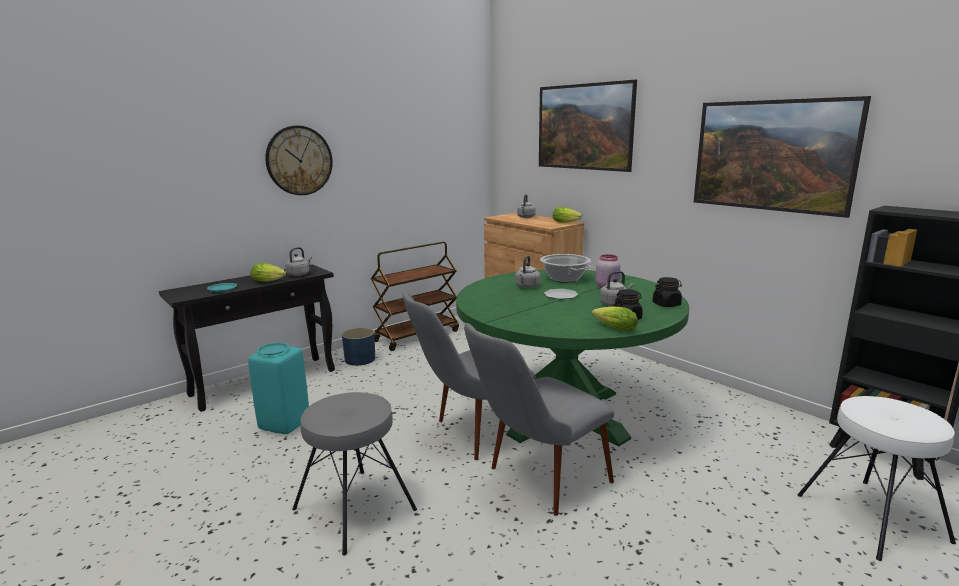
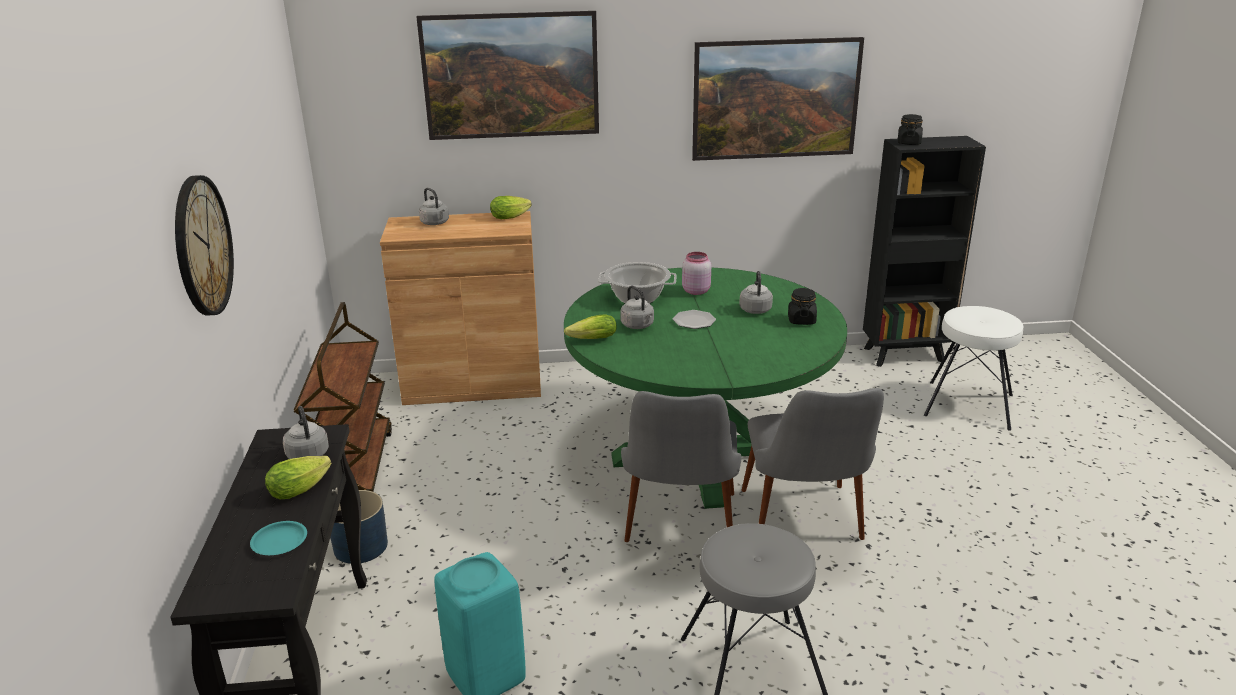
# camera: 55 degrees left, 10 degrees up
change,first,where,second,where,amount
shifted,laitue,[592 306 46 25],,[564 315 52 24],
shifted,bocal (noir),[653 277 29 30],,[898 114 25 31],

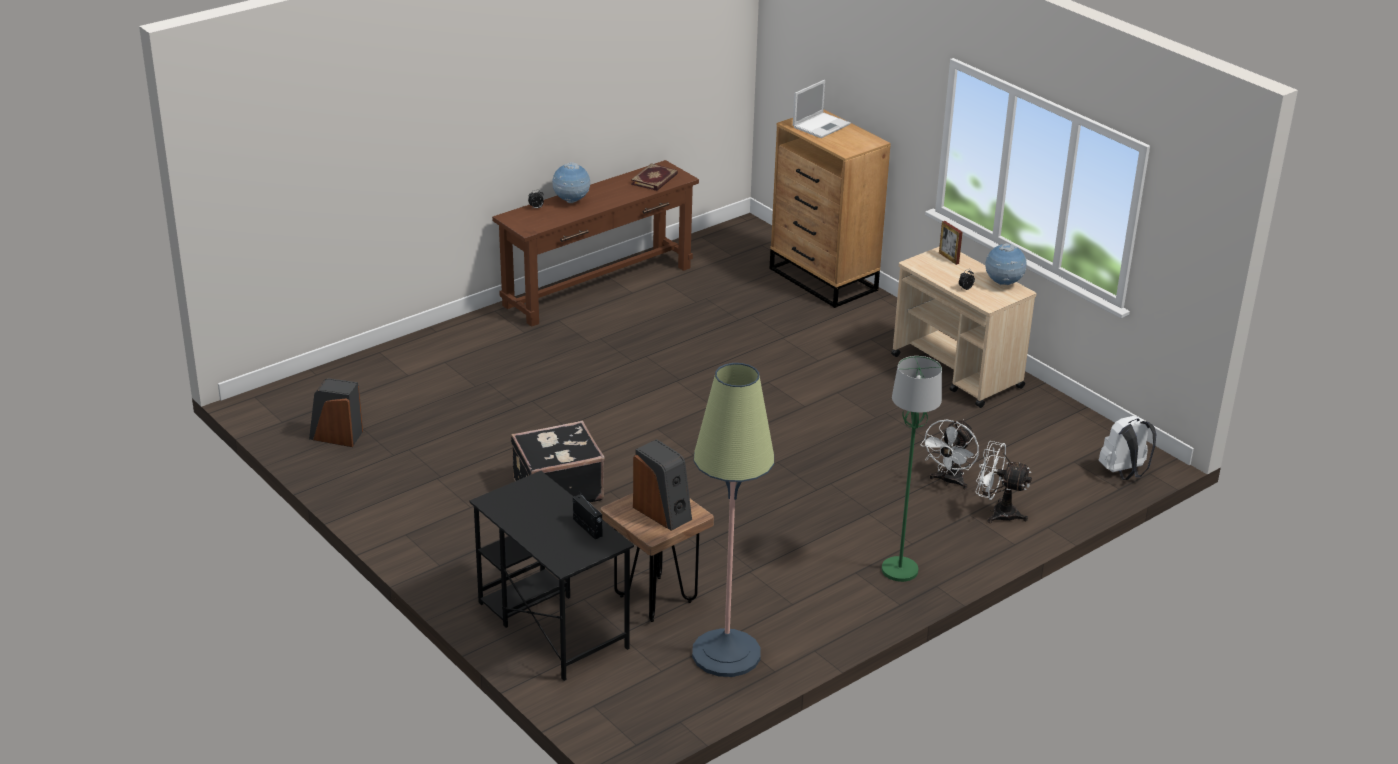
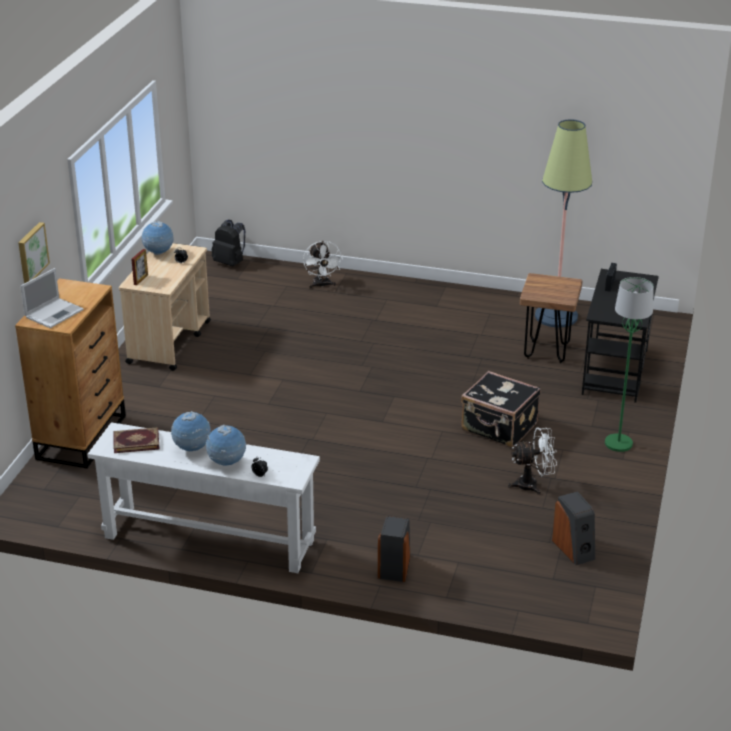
# camera: 125 degrees left, 0 degrees up
change,first,where,second,where,amount
repainted,table console (marron),[492 160 207 167],table console (blanc),[88 422 232 151],
shifted,enceinte,[633 439 59 92],,[378 516 32 66],
rotated,ordinateur portable,[793 80 58 58],,[20 268 64 60],120 degrees clockwise
shifted,lampadaire (vert),[882 356 60 226],,[605 277 49 175],
shifted,ventilateur (blanc),[921 419 58 70],,[508 427 49 68],
repainted,sac à dos (blanc),[1099 416 57 64],sac à dos (noir),[212 220 33 47],
new,,,tableau,[18 222 32 62],
new,,,globe,[171 411 40 41],

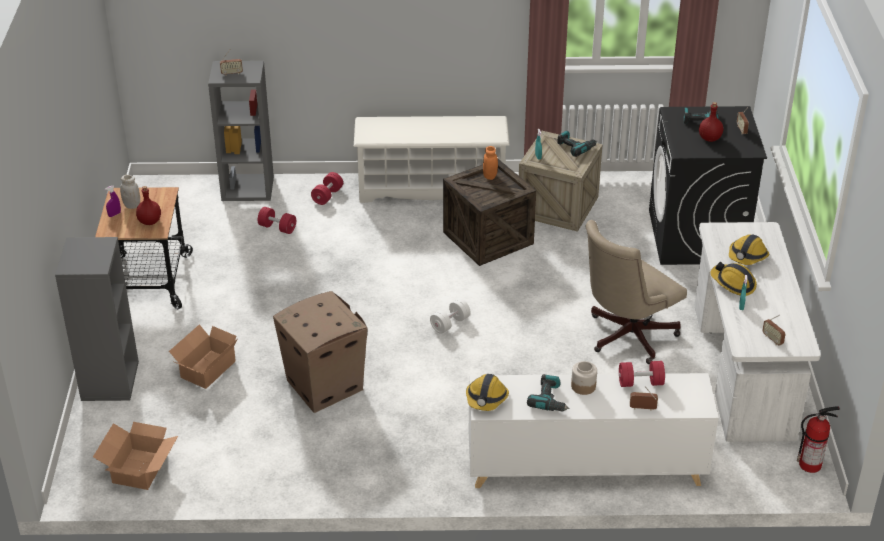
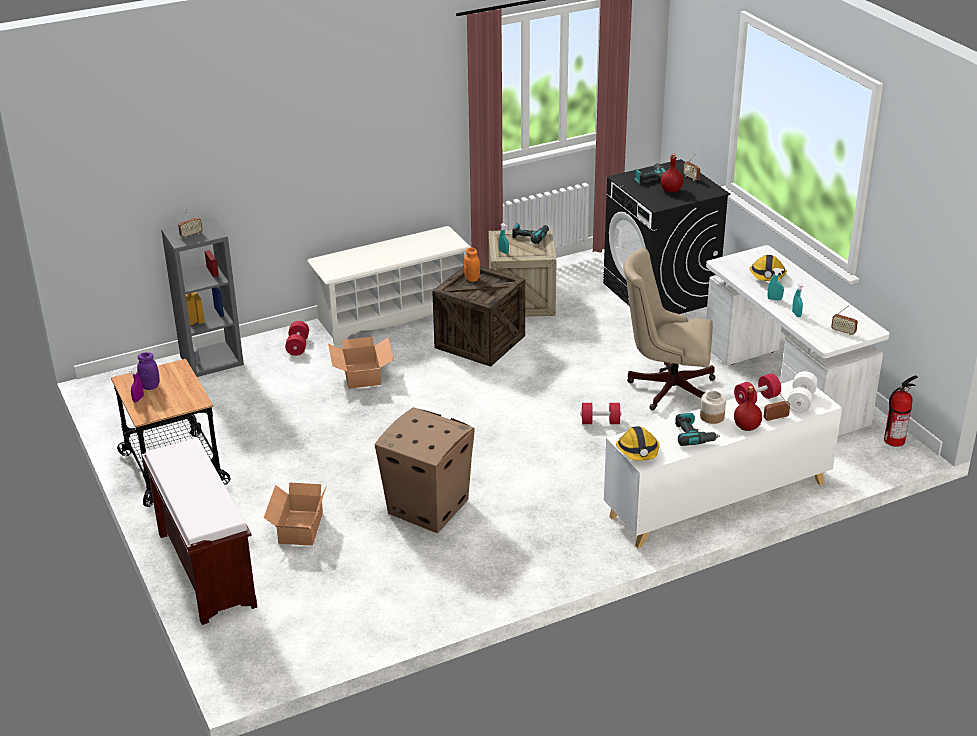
# camera: 25 degrees left, 5 degrees down
change,first,where,second,where,amount
swapped,bibliothèque (gris),[55 237 84 164],banc (marron),[142 438 115 187],
shifted,carton,[93 422 85 68],,[328 337 66 52],
repainted,bocal (blanc),[120 175 20 34],bocal (violet),[137 352 23 38],
shifted,bouteille (rouge),[136 186 25 39],,[734 386 28 45],
shifted,haltère (rouge),[258 207 38 27],,[581 403 40 21],
shifted,haltère (blanc),[430 298 41 36],,[787 371 31 42],
rotated,chaise de bureau (beige),[585 220 102 144],,[623 248 93 162],75 degrees clockwise
swapped,casque de chantier,[710 262 47 34],vaporisateur (turquoise),[768 268 16 32],

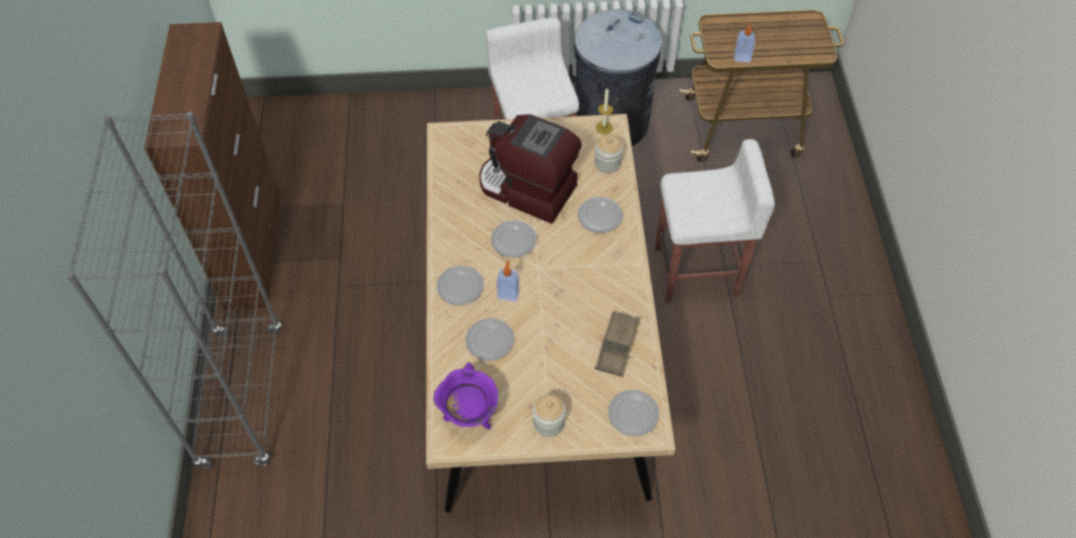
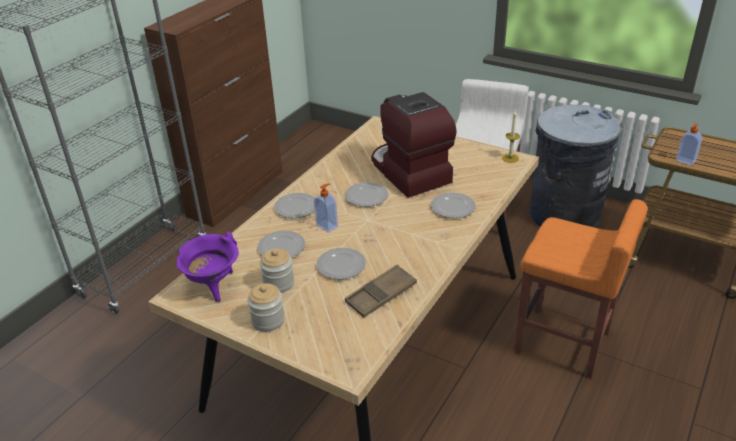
# camera: 35 degrees right, 20 degrees down
change,first,where,second,where,amount
shifted,bocal,[594 135 29 38],,[260 248 34 45],
shifted,assiette,[608 390 51 46],,[317 248 49 31],
repainted,tabouret (blanc),[655 139 120 164],tabouret (orange),[514 199 134 180],

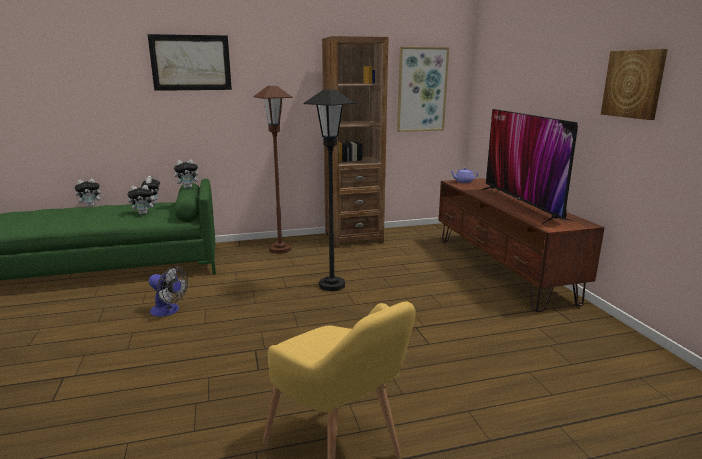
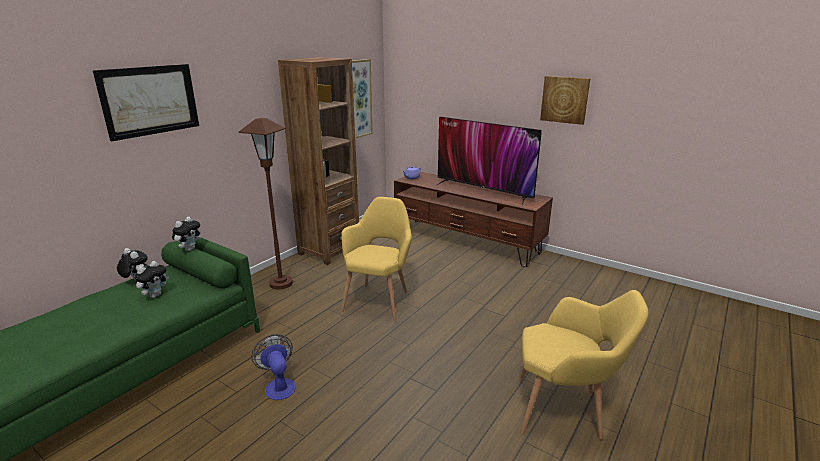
# camera: 40 degrees left, 5 degrees up
change,first,where,second,where,amount
gone,peluche,[74 179 31 28],,,
rotated,ventilateur,[148 267 40 50],,[251 334 44 66],105 degrees counterclockwise
swapped,lampadaire (noir),[304 89 52 202],fauteuil (jaune),[341 197 71 124],

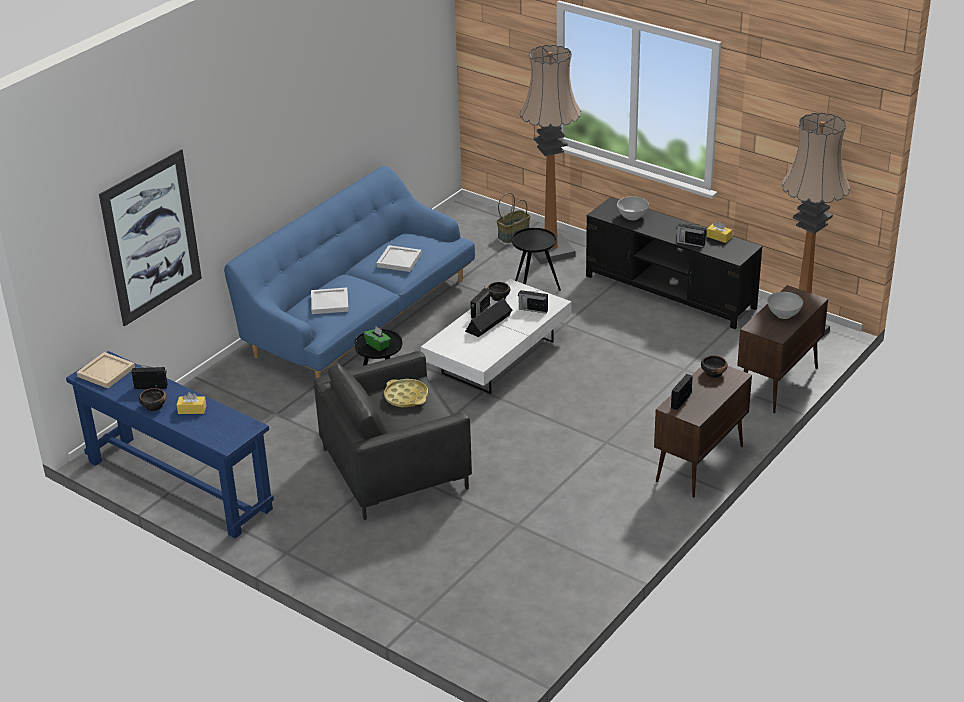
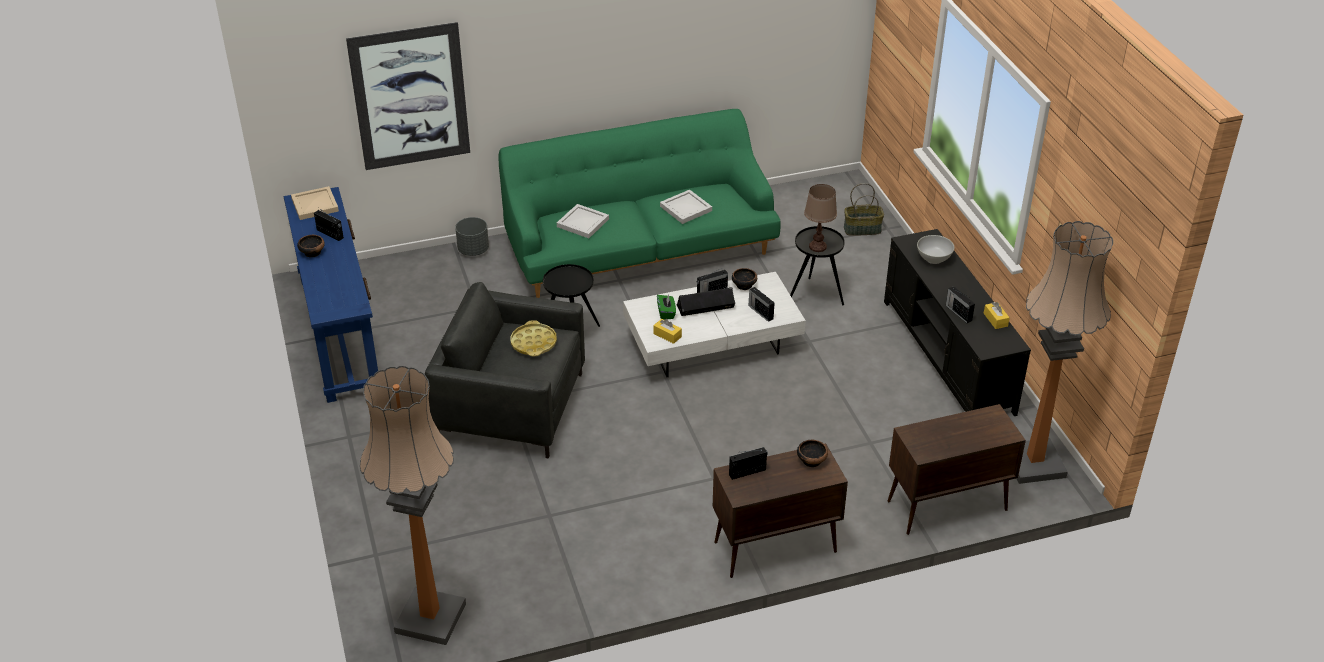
# camera: 35 degrees right, 5 degrees up
change,first,where,second,where,amount
shifted,boîte à mouchoirs (jaune),[177 392 29 22],,[653 319 29 25],
repainted,canapé (bleu),[224 166 251 212],canapé (vert),[498 109 283 189],
shifted,boîte à mouchoirs (vert),[363 327 28 24],,[657 295 19 25],
shifted,lampadaire,[520 45 61 219],,[360 366 106 279],
gone,bol (blanc),[767 292 36 27],,,
new,,,cache-pot (gris),[455 217 34 39],
new,,,lampe de table (marron),[804 184 33 68],

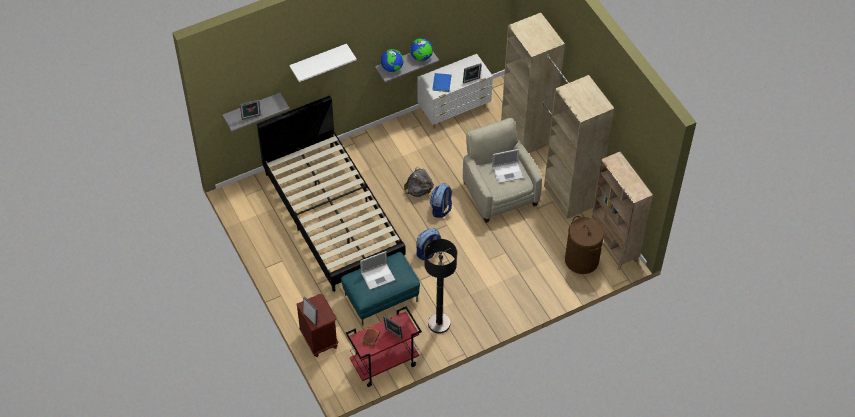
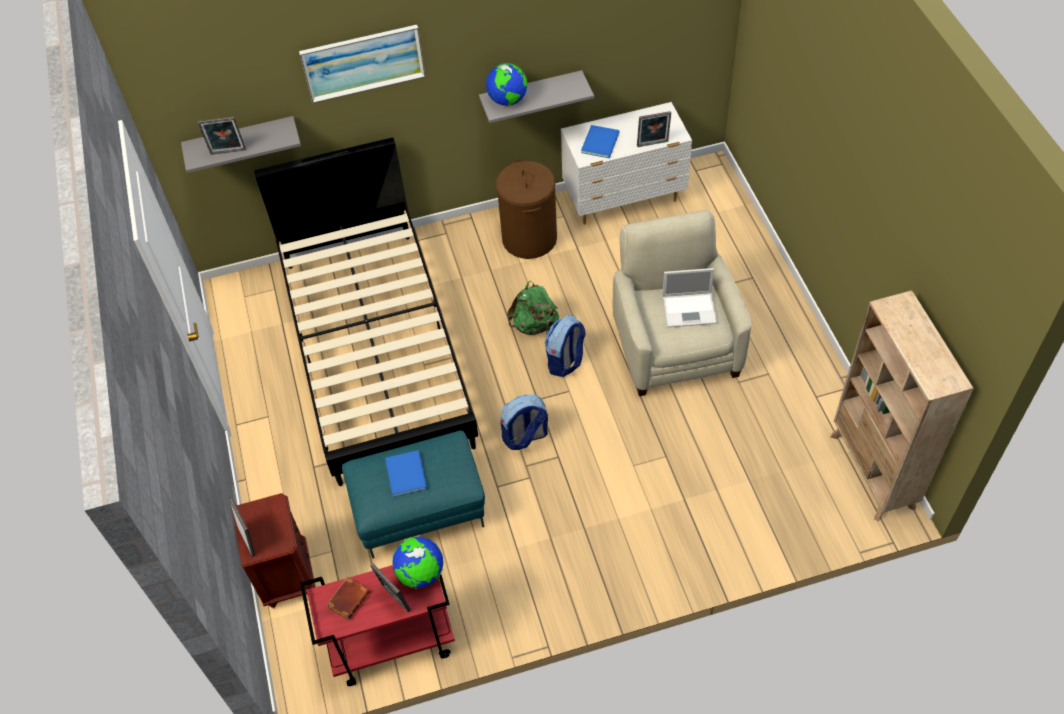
# camera: 15 degrees right, 0 degrees up
change,first,where,second,where,amount
swapped,étagère (blanc),[289 44 68 38],tableau,[299 25 127 79],
swapped,ordinateur portable,[360 251 35 39],livre (bleu),[385 450 42 47],
repainted,sac à dos (gris),[404 167 30 30],sac à dos (vert),[507 281 52 54],
shifted,globe,[410 38 23 23],,[392 537 51 51],
gone,lampadaire (noir),[424 239 33 95],,,
gone,armoire (beige),[501 13 114 206],,,
shifted,panier à linge (marron),[565 216 39 58],,[496 159 61 100],

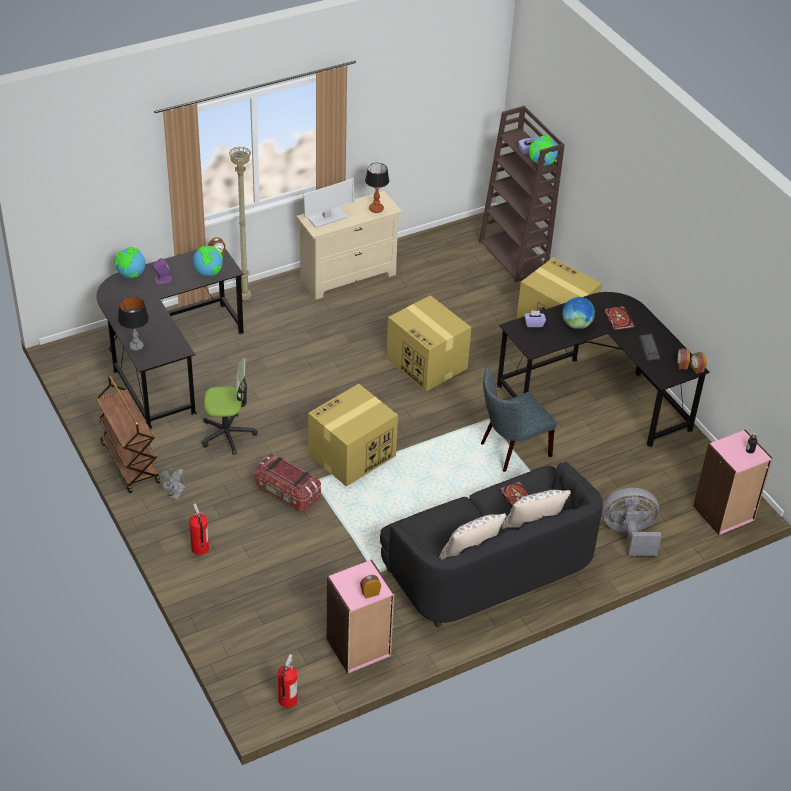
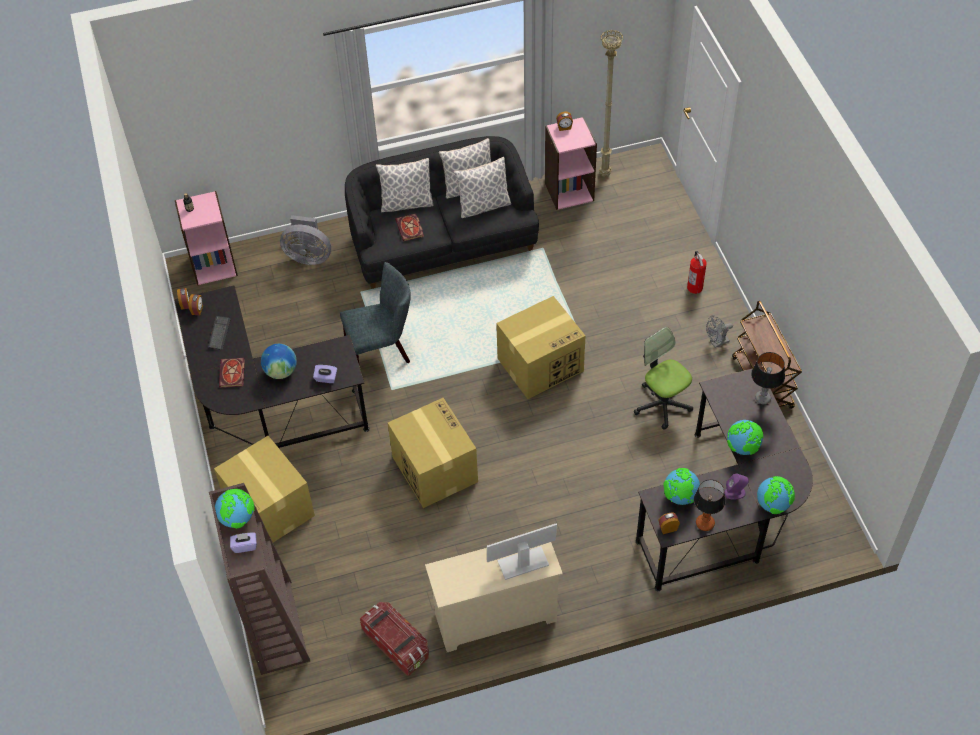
# camera: 165 degrees left, 10 degrees up
change,first,where,second,where,amount
rotated,ventilateur (gris),[158 468 28 32],,[706 315 27 33],150 degrees counterclockwise
rotated,chaise de bureau,[202 358 56 97],,[634 327 59 103],45 degrees clockwise
shifted,lampadaire (beige),[229 147 22 154],,[599 30 24 147],
shifted,boîte de rangement,[255 454 66 57],,[360 602 69 74],
gone,extincteur,[278 654 20 54],,,
shifted,lampe de table,[365 163 24 50],,[694 479 31 52],
new,,,coussin,[454 157 57 61],
new,,,globe,[727 420 37 35],

